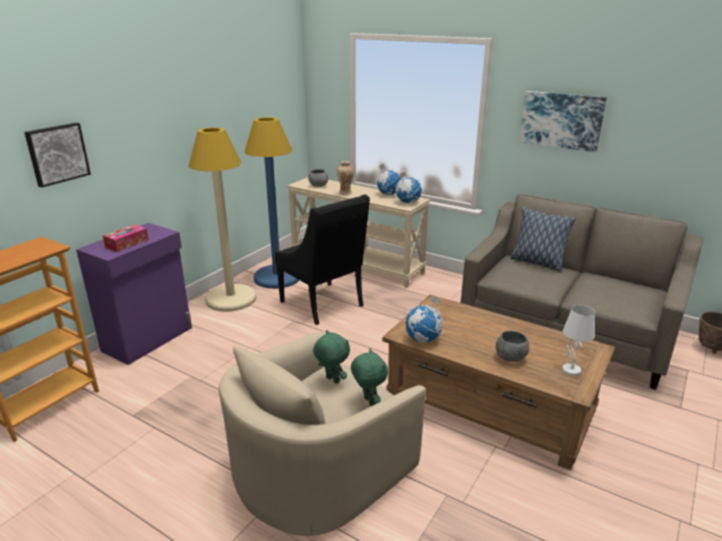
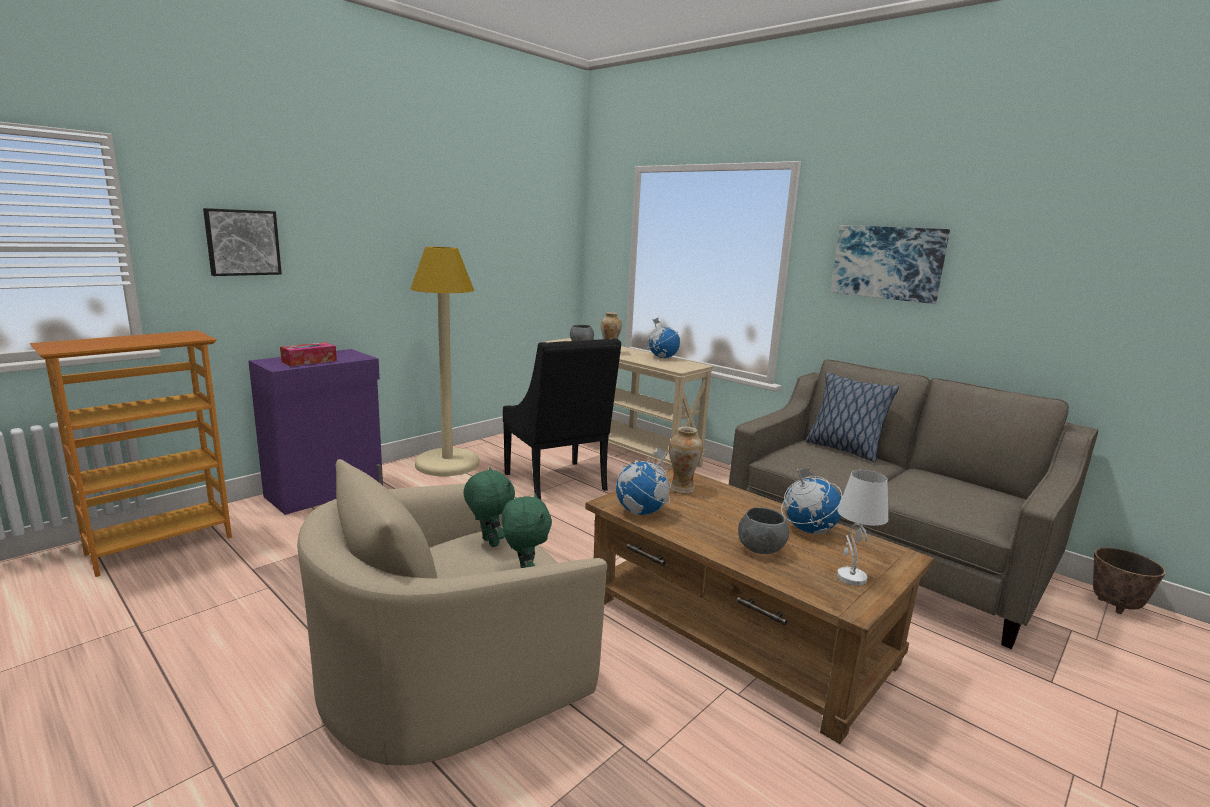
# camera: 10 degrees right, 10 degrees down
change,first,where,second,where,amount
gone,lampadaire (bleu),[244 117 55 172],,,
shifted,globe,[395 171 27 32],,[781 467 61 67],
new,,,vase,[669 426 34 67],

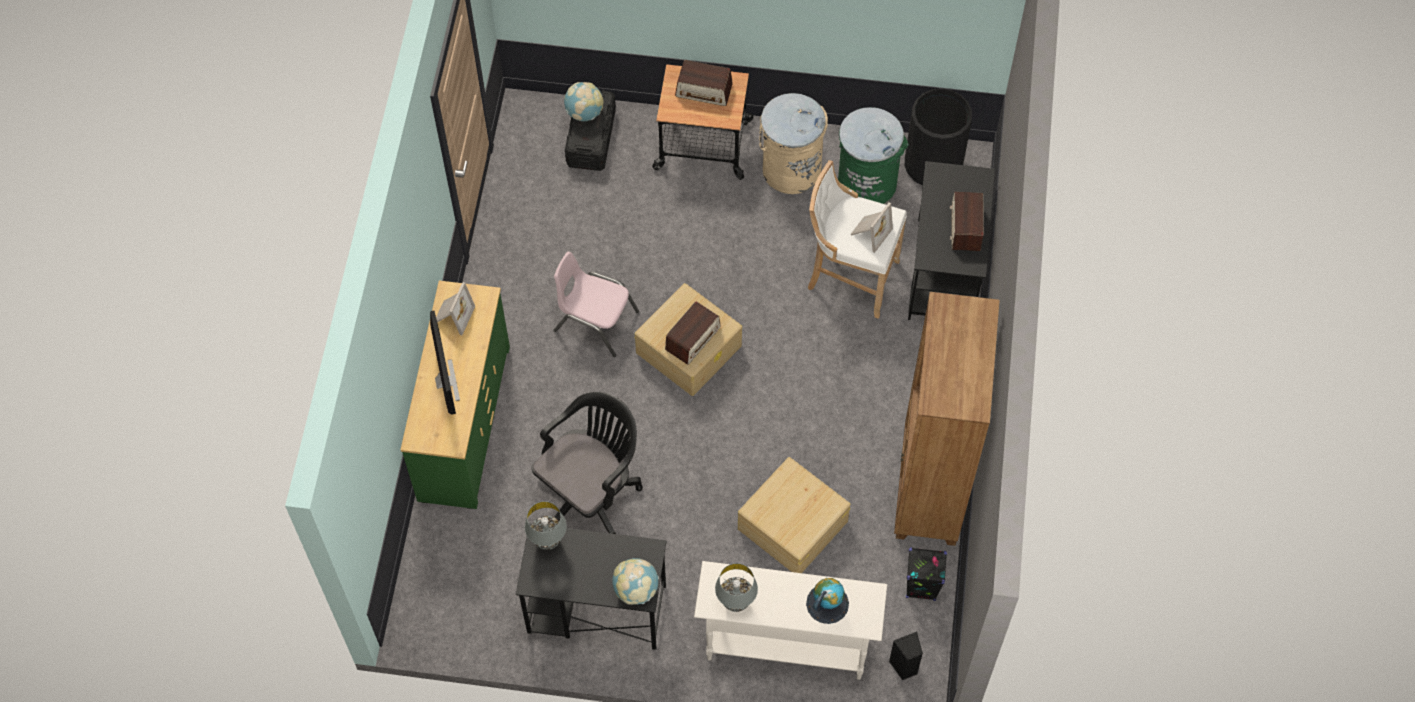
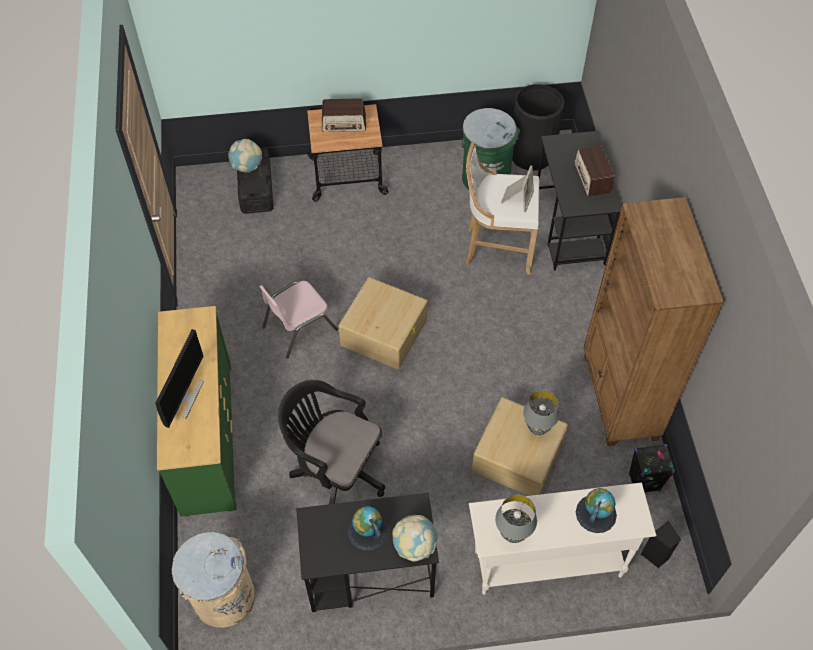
# camera: 15 degrees left, 5 degrees down
change,first,where,second,where,amount
rotated,écran d'ordinateur,[430 311 30 103],,[155 329 49 99],45 degrees clockwise
gone,cadre photo,[436 282 39 53],,,
shifted,lampe de table (gris),[525 501 42 49],,[523 390 37 45],
rotated,chaise de bureau (noir),[532 392 111 142],,[278 380 108 124],90 degrees counterclockwise
rotated,chaise (rose),[553 252 86 105],,[259 281 79 77],45 degrees counterclockwise
gone,radio,[665 301 56 64],,,
shifted,poubelle (beige),[759 93 69 101],,[172 532 83 96],
new,,,globe,[348 506 40 45],

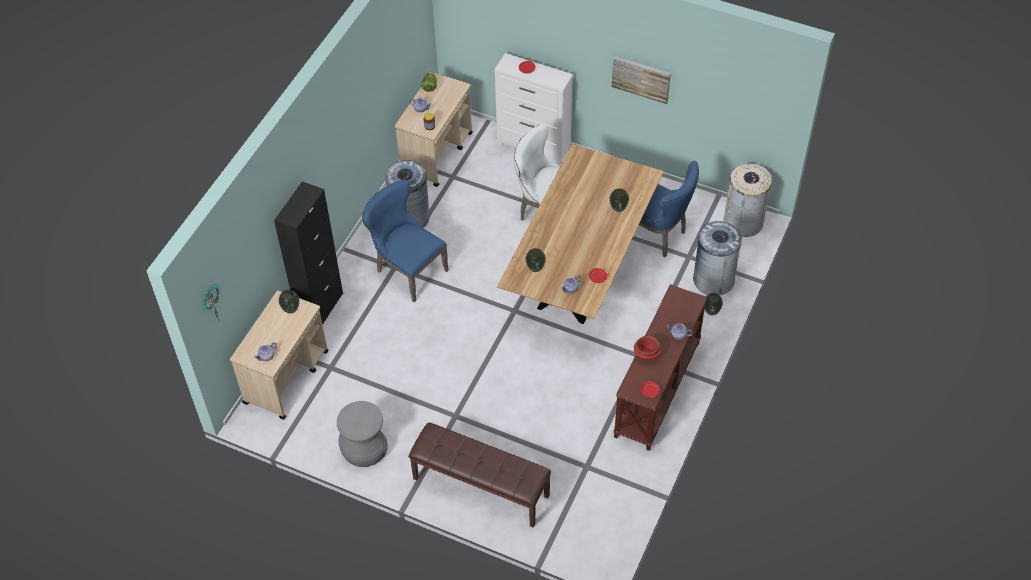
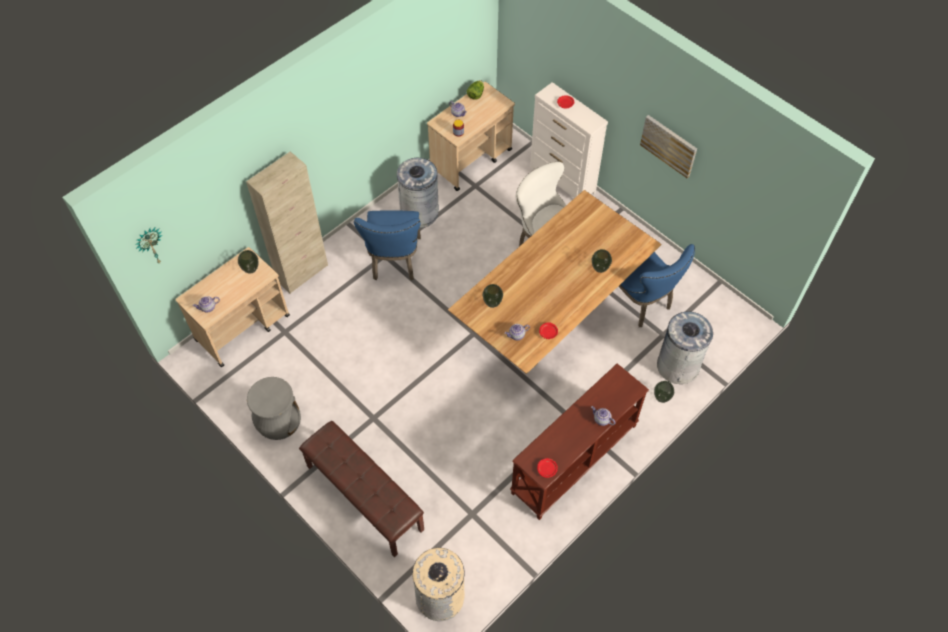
# camera: 20 degrees right, 5 degrees up
change,first,where,second,where,amount
repainted,meuble de rangement (noir),[274 181 69 144],meuble de rangement (beige),[246 151 82 143],
rotated,chaise (bleu),[362 180 87 122],,[354 210 67 70],150 degrees counterclockwise
gone,bol (rouge),[634 336 27 24],,,
shifted,poubelle (beige),[723 163 50 74],,[412 548 53 73],

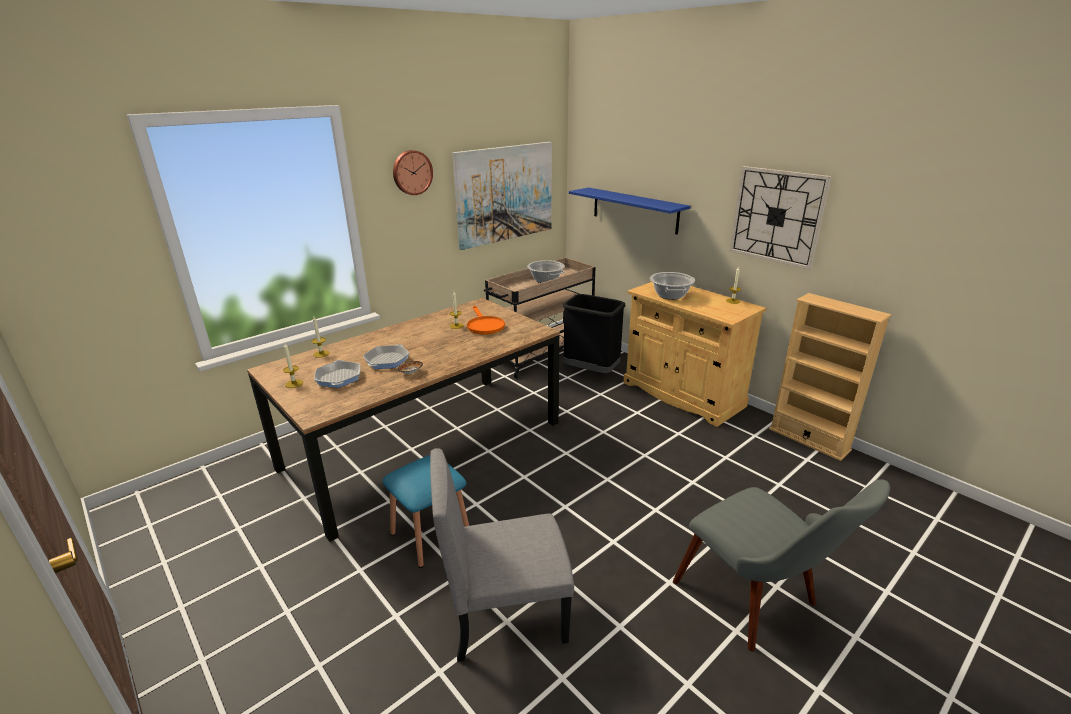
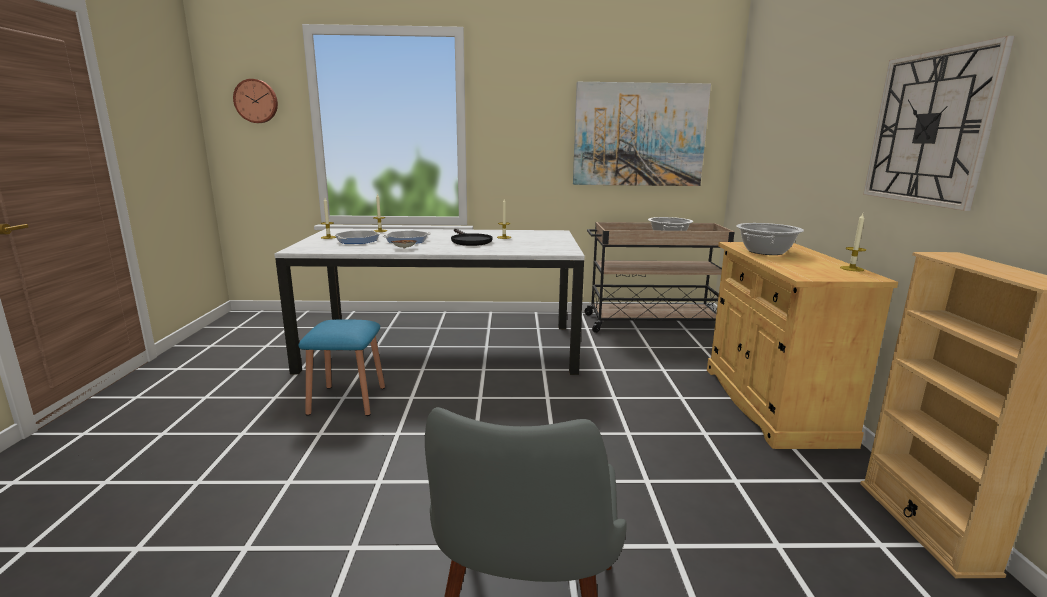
# camera: 40 degrees right, 10 degrees down
change,first,where,second,where,amount
repainted,table à manger (marron),[247 298 313 244],table à manger (blanc),[274 228 311 147],
shifted,horloge murale,[393 150 40 45],,[233 79 45 44],
gone,chaise (gris),[430 448 144 214],,,
gone,poêle (orange),[467 306 38 29],,,
gone,poubelle (noir),[563 294 62 79],,,
gone,étagère (bleu),[569 187 122 48],,,
new,,,poêle (noir),[451 229 41 17],

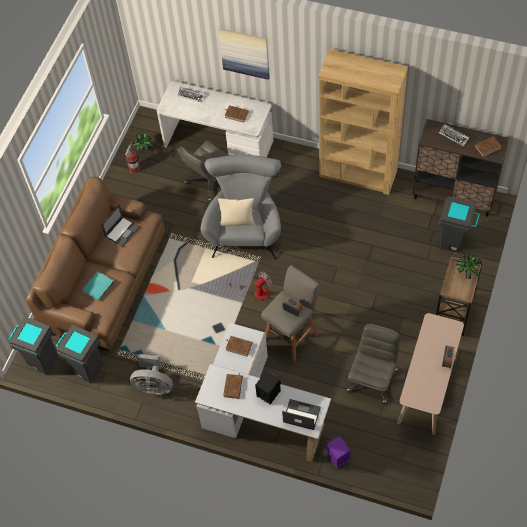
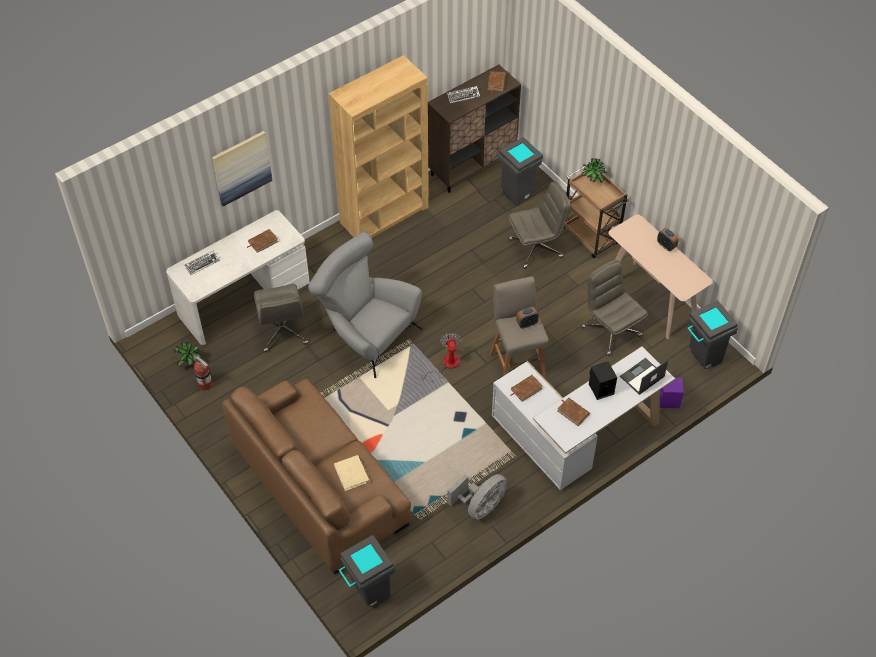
# camera: 60 degrees left, 5 degrees down
change,first,where,second,where,amount
shifted,poubelle (gris),[56 324 47 59],,[687 300 51 69],
repainted,livre (turquoise),[82 271 32 30],livre (beige),[334 455 36 36],
gone,ordinateur portable,[101 204 39 43],,,
gone,coussin (beige),[218 198 37 28],,,
new,,,chaise de bureau (gris),[508 181 62 88],

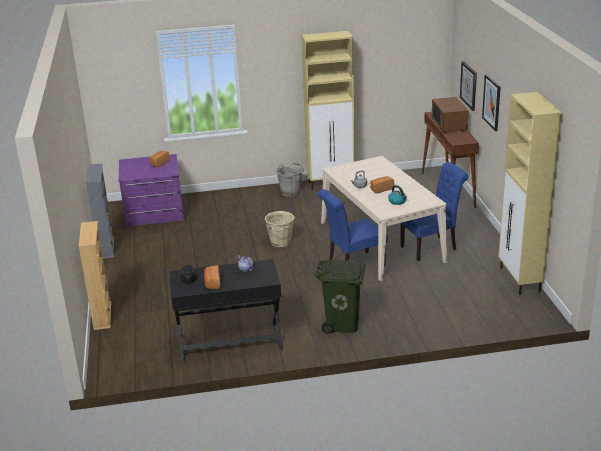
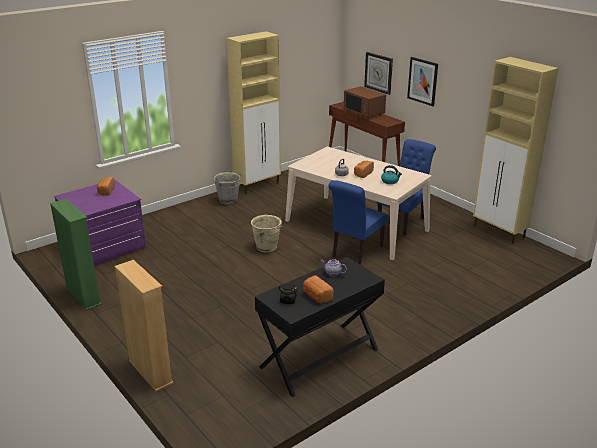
# camera: 30 degrees left, 0 degrees up
change,first,where,second,where,amount
repainted,bibliothèque (gris),[86 163 28 96],bibliothèque (vert),[50 199 52 111],
gone,poubelle (vert),[315 260 51 74],,,

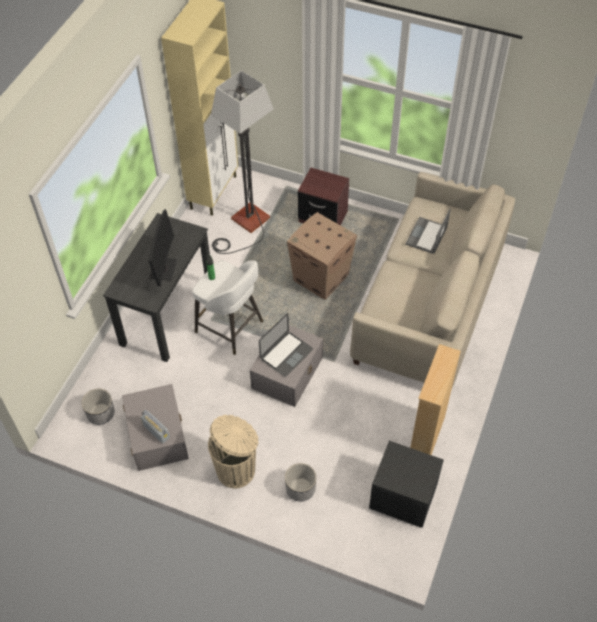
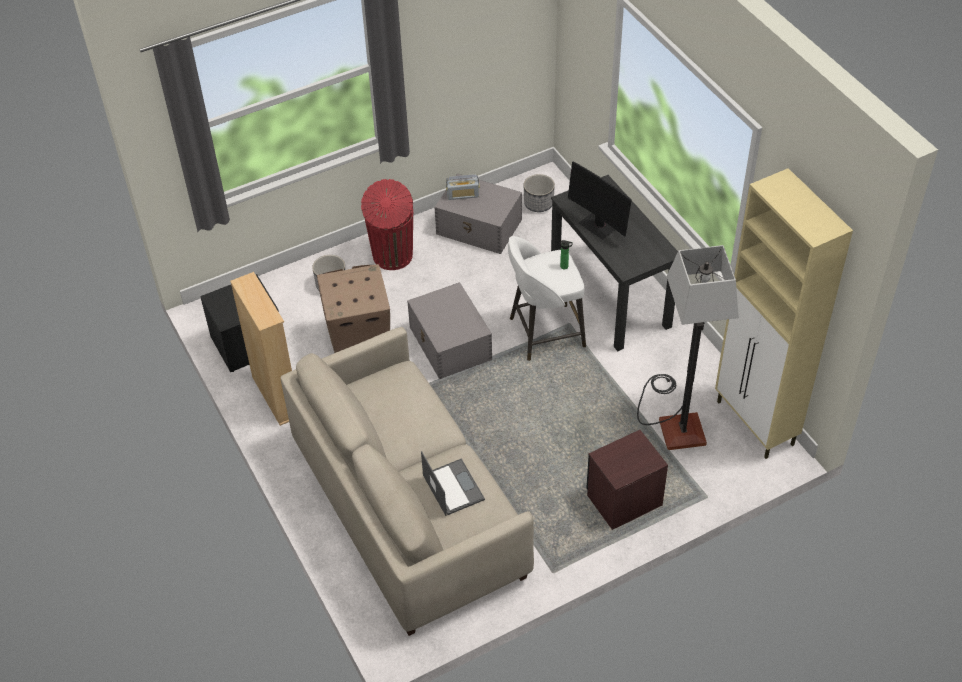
# camera: 130 degrees right, 5 degrees down
change,first,where,second,where,amount
repainted,poubelle (beige),[208 415 51 73],poubelle (rouge),[361 179 52 91],
gone,ordinateur portable,[259 313 54 64],,,
shifted,carton,[287 212 70 88],,[317 264 73 89],

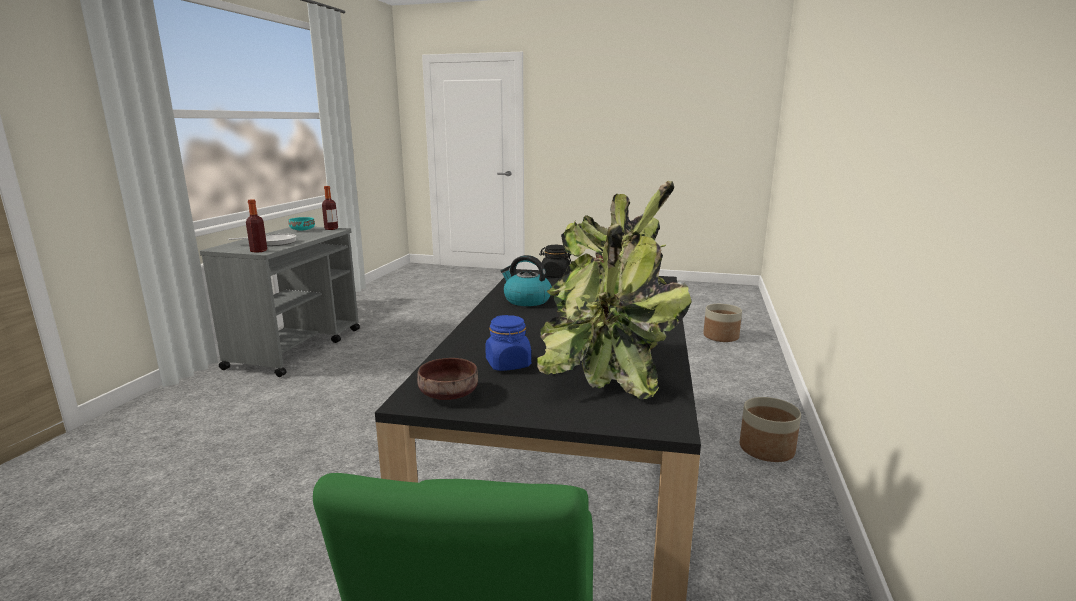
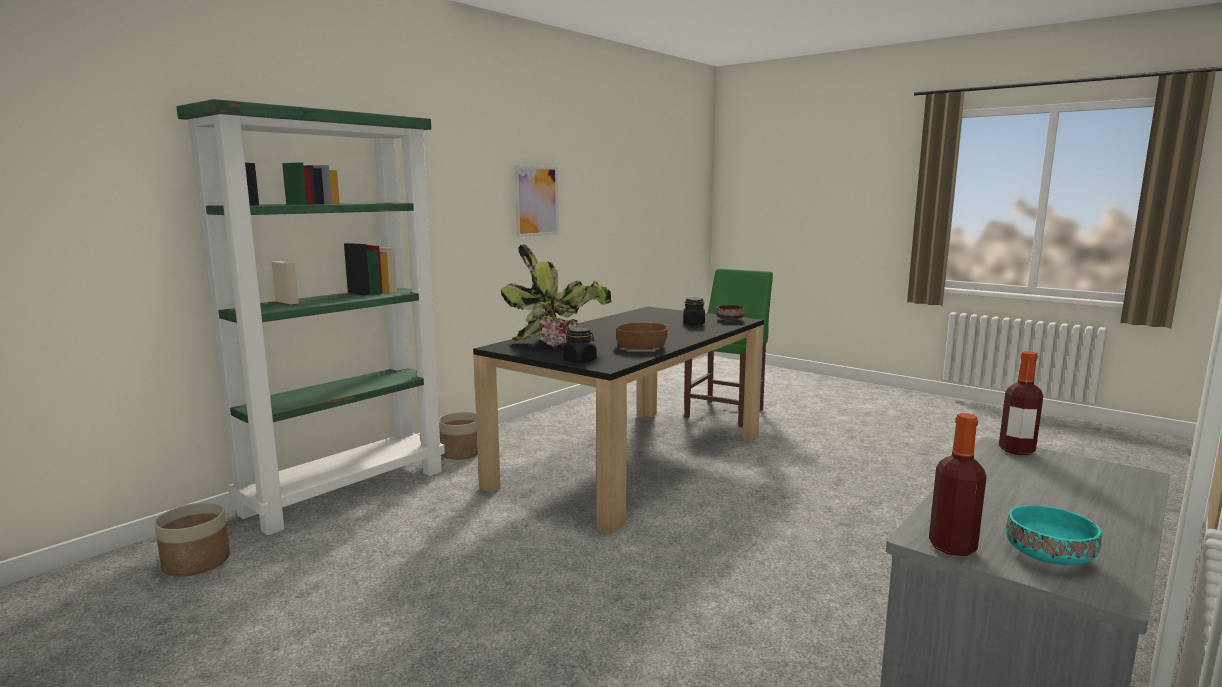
# camera: 155 degrees left, 5 degrees down
change,first,where,second,where,amount
gone,poêle,[228 233 68 13],,,
repainted,bocal (bleu),[486 315 45 56],bocal (noir),[683 297 22 28],
swapped,bouilloire,[501 255 51 51],bol (marron),[616 322 52 27],
gone,plante en pot,[537 223 155 177],,,
new,,,bibliothèque (vert),[177 99 268 436],
new,,,tableau,[515 165 44 72],

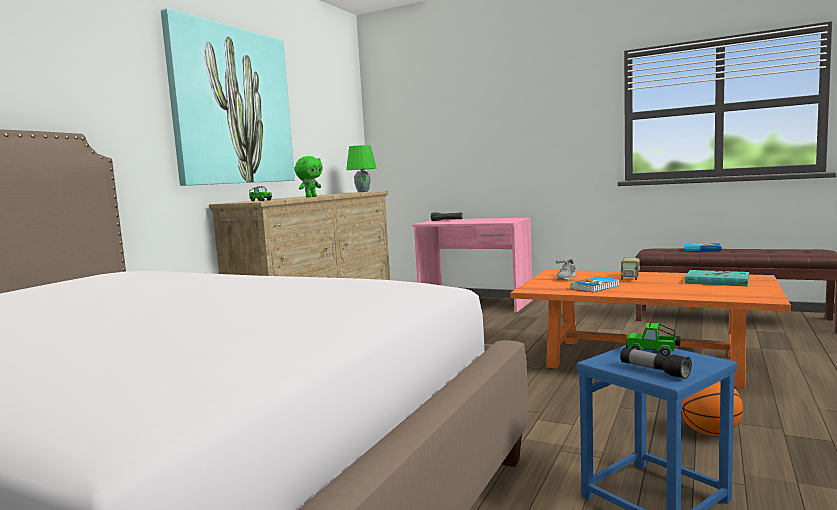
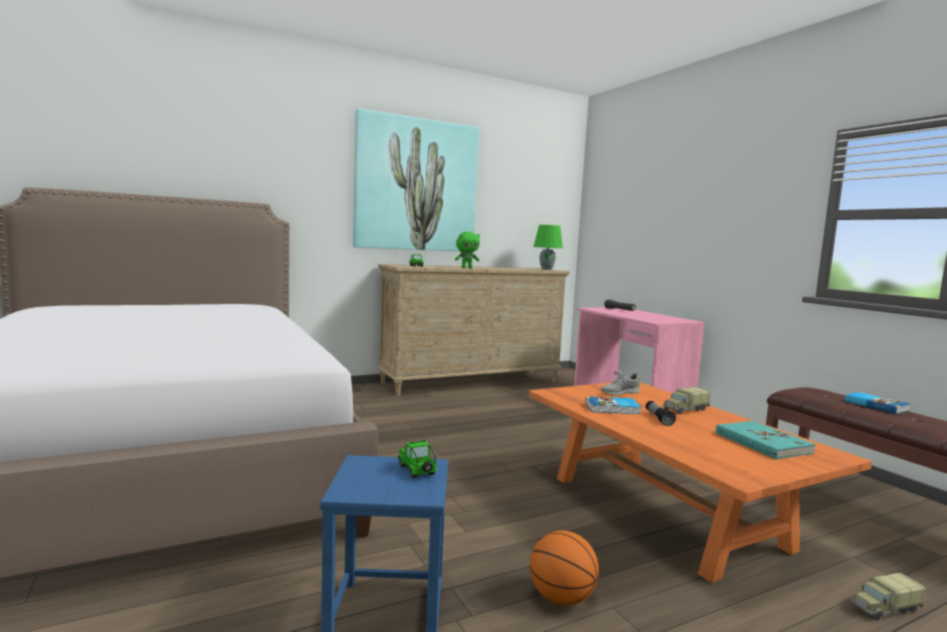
# camera: 35 degrees right, 0 degrees up
change,first,where,second,where,amount
shifted,lampe de poche,[620 347 72 32],,[646 401 30 25],
new,,,camion jouet,[850 573 75 48],

